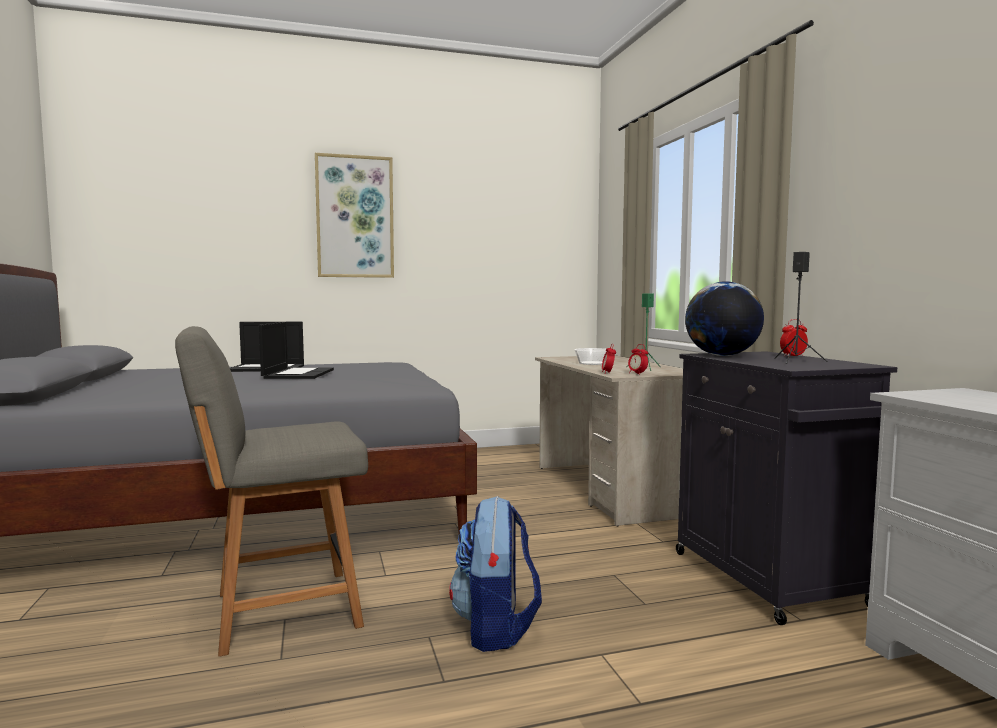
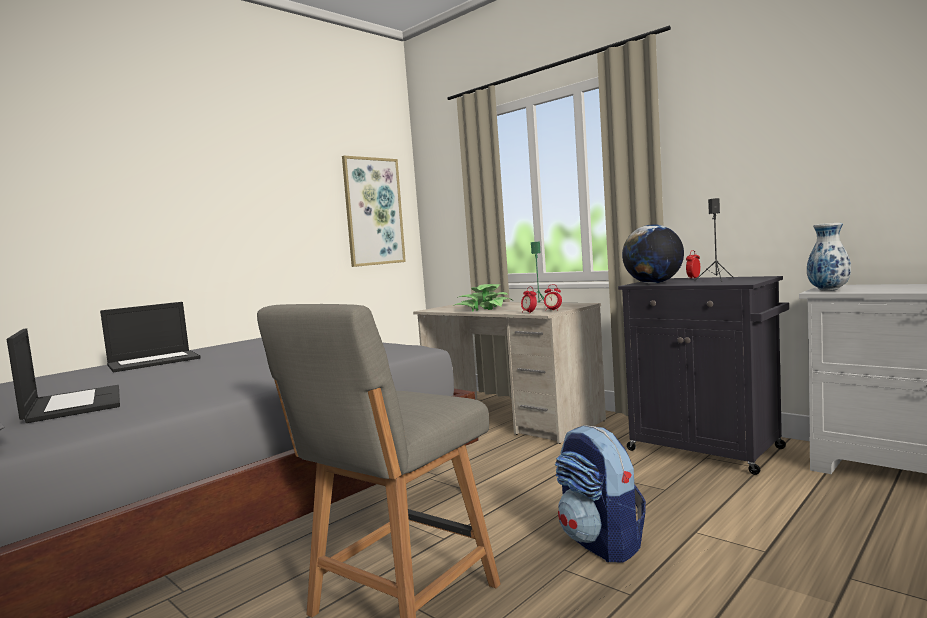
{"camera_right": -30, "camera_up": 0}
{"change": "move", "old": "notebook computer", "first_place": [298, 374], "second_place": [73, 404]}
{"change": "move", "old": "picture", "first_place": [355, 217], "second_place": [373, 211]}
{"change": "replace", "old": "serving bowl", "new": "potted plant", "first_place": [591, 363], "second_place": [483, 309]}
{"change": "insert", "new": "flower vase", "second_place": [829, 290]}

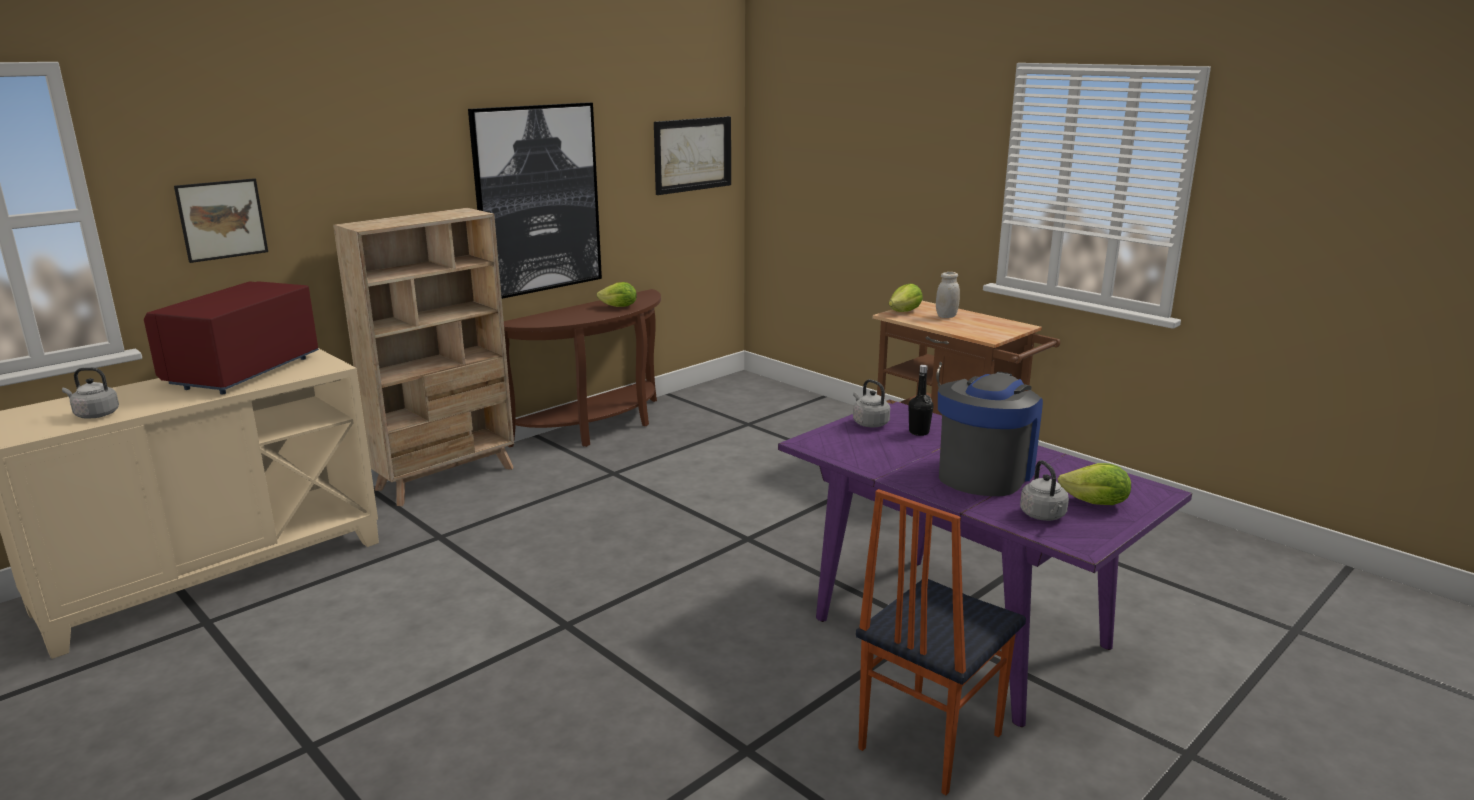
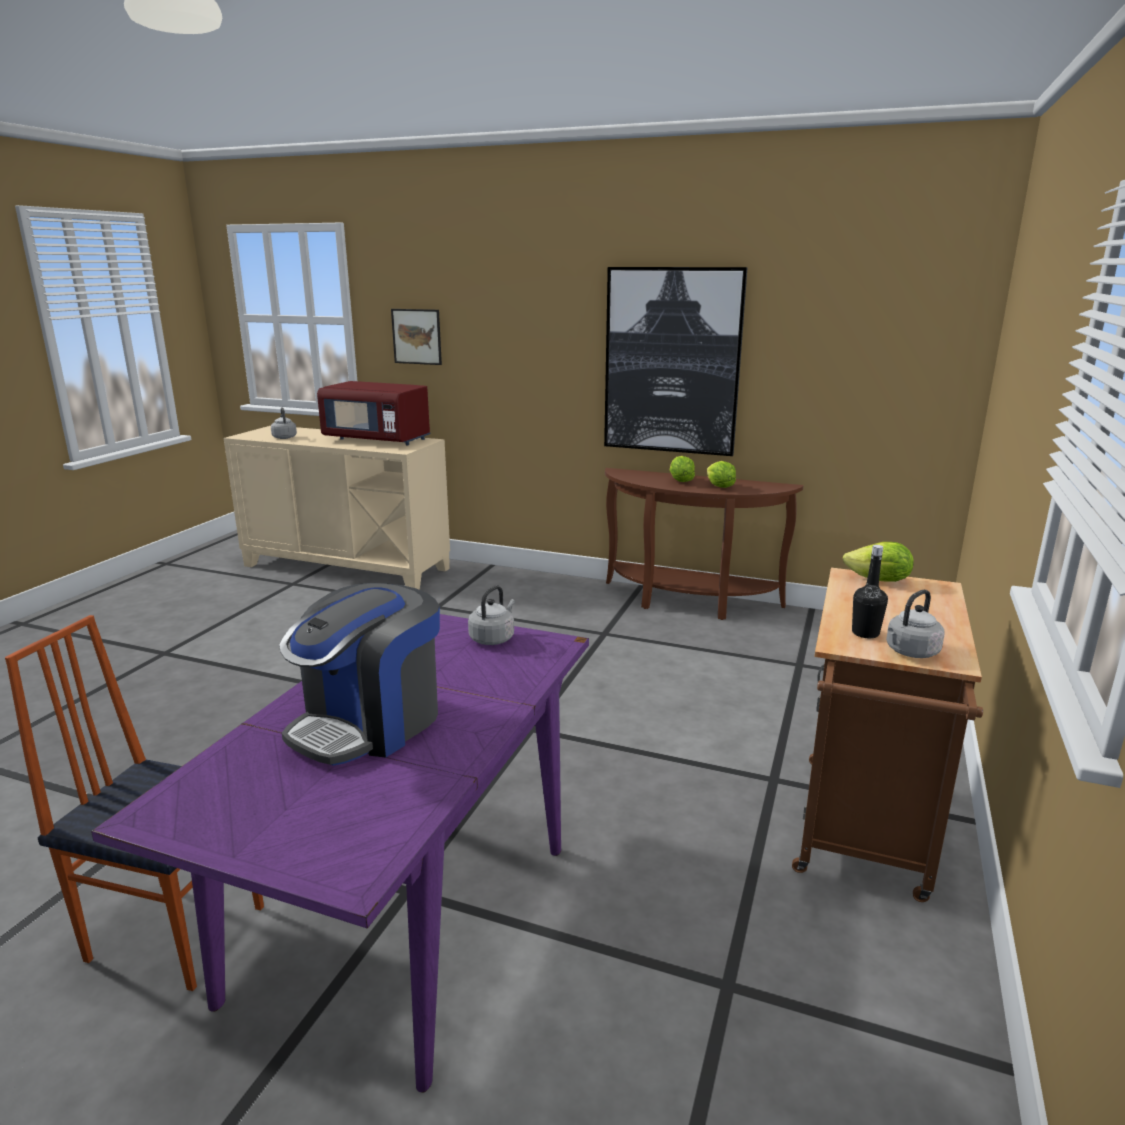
{"camera_right": 65, "camera_up": 0}
{"change": "rotate", "old": "coffee maker", "first_place": [984, 473], "second_place": [369, 723], "degrees": 120}
{"change": "rotate", "old": "reddish kitchen microwave", "first_place": [244, 371], "second_place": [377, 440], "degrees": -150}
{"change": "move", "old": "head of lettuce", "first_place": [1095, 503], "second_place": [680, 481]}
{"change": "move", "old": "black-coloured beverage bottle", "first_place": [919, 432], "second_place": [865, 633]}
{"change": "move", "old": "grey tea kettle", "first_place": [1043, 516], "second_place": [910, 652]}
{"change": "delete", "old": "sand-coloured shelving unit", "first_place": [447, 478]}
{"change": "delete", "old": "picture", "first_place": [692, 154]}
{"change": "delete", "old": "white jar", "first_place": [946, 316]}

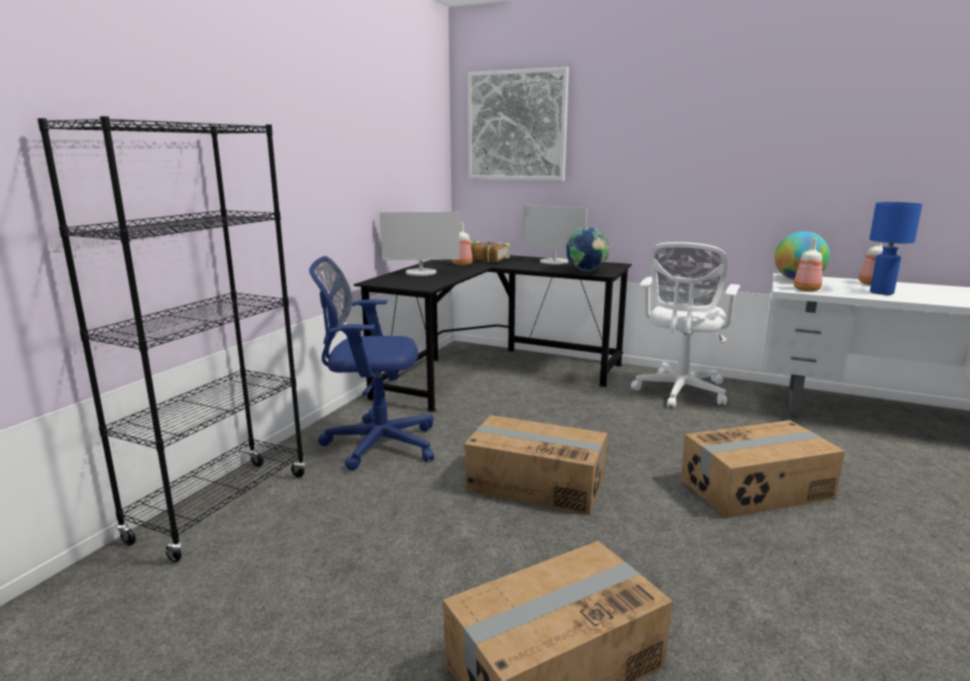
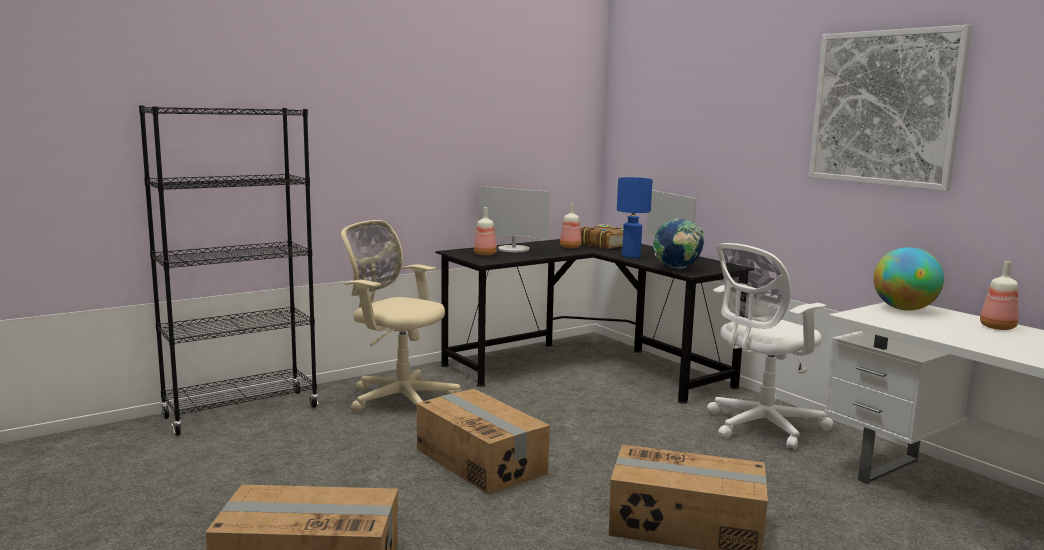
{"camera_right": 30, "camera_up": -5}
{"change": "recolor", "old": "blue-coloured computer chair", "new": "sand-coloured computer chair", "first_place": [375, 444], "second_place": [398, 399]}
{"change": "move", "old": "beverage bottle", "first_place": [806, 289], "second_place": [485, 254]}
{"change": "move", "old": "blue-coloured tabletop lamp", "first_place": [881, 292], "second_place": [631, 256]}
{"change": "move", "old": "picture", "first_place": [516, 126], "second_place": [884, 108]}

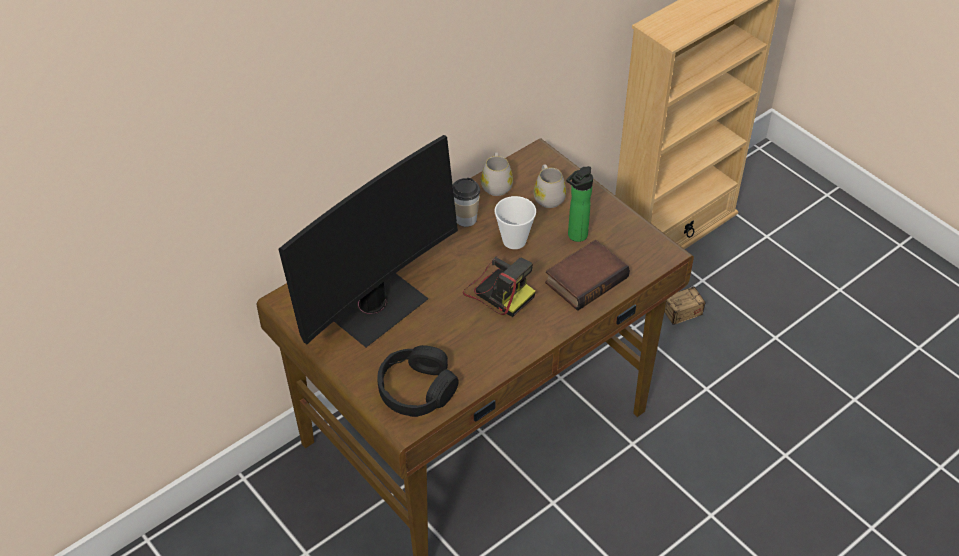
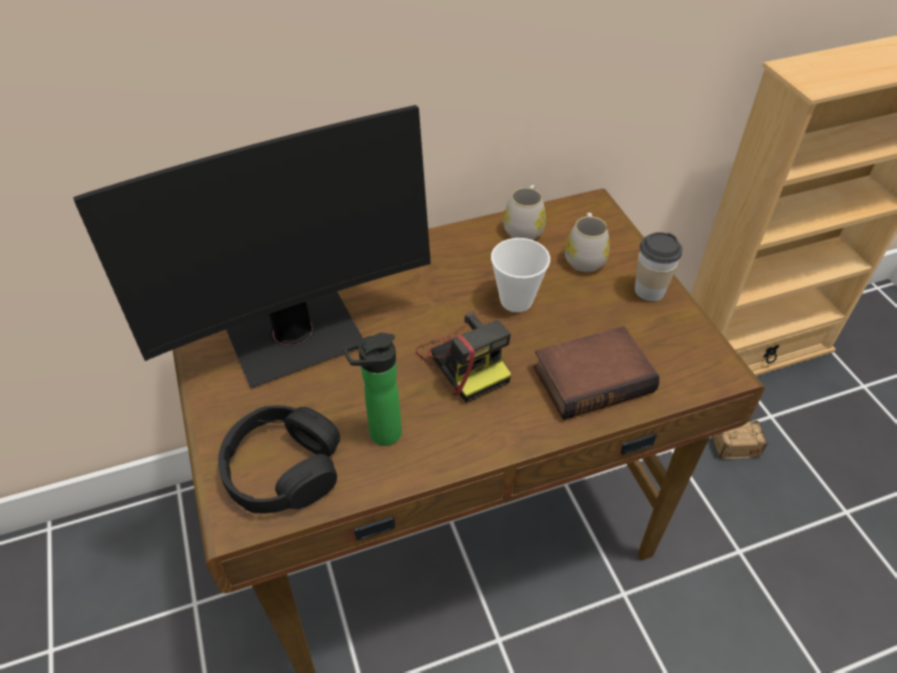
{"camera_right": 20, "camera_up": 0}
{"change": "move", "old": "beverage bottle", "first_place": [575, 236], "second_place": [380, 435]}
{"change": "move", "old": "small cup", "first_place": [465, 219], "second_place": [649, 290]}

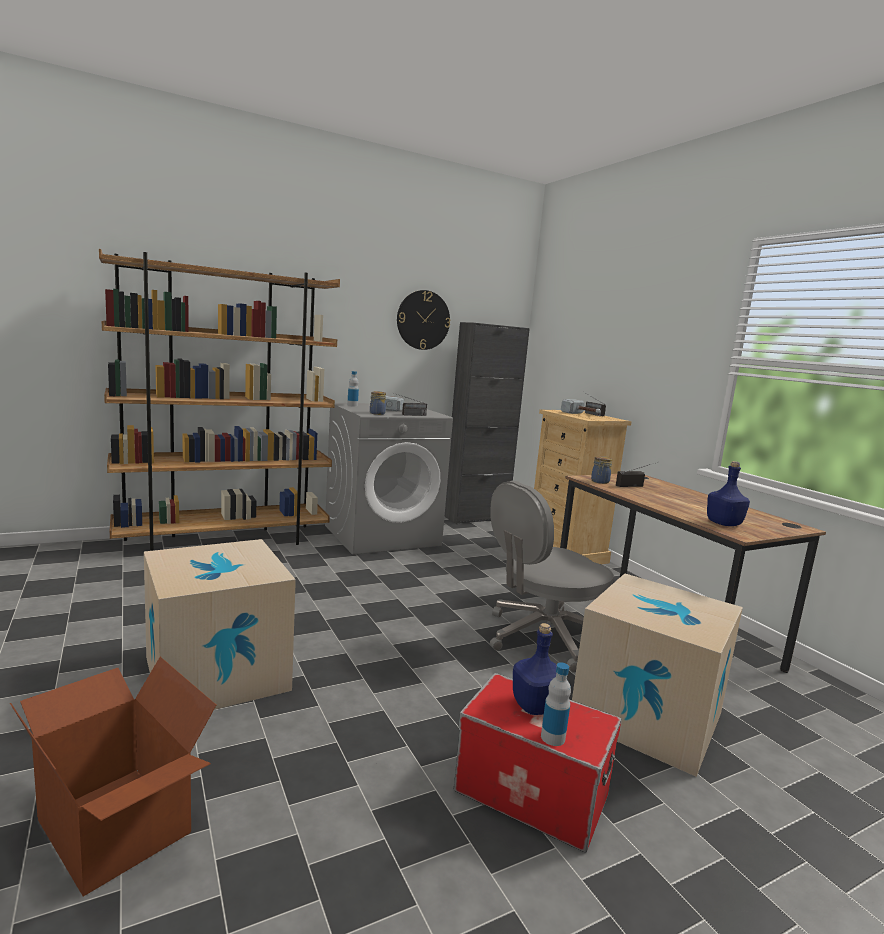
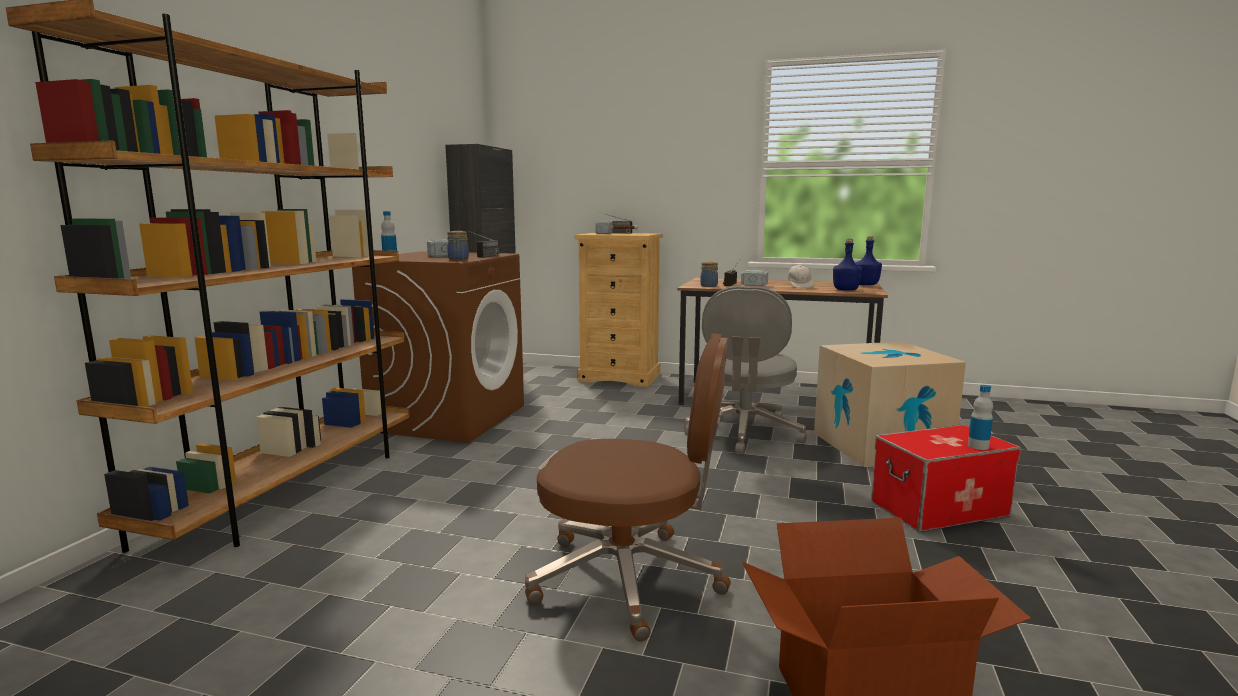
{"camera_right": -45, "camera_up": 0}
{"change": "recolor", "old": "grey laundry machine", "new": "brown laundry machine", "first_place": [382, 535], "second_place": [449, 417]}
{"change": "replace", "old": "cardboard box", "new": "brown computer chair", "first_place": [217, 673], "second_place": [630, 579]}
{"change": "insert", "new": "tool hammer", "second_place": [756, 283]}
{"change": "insert", "new": "white peaked cap", "second_place": [800, 286]}
{"change": "move", "old": "blue-coloured beverage bottle", "first_place": [535, 706], "second_place": [866, 284]}
{"change": "delete", "old": "hanging clock", "first_place": [423, 320]}

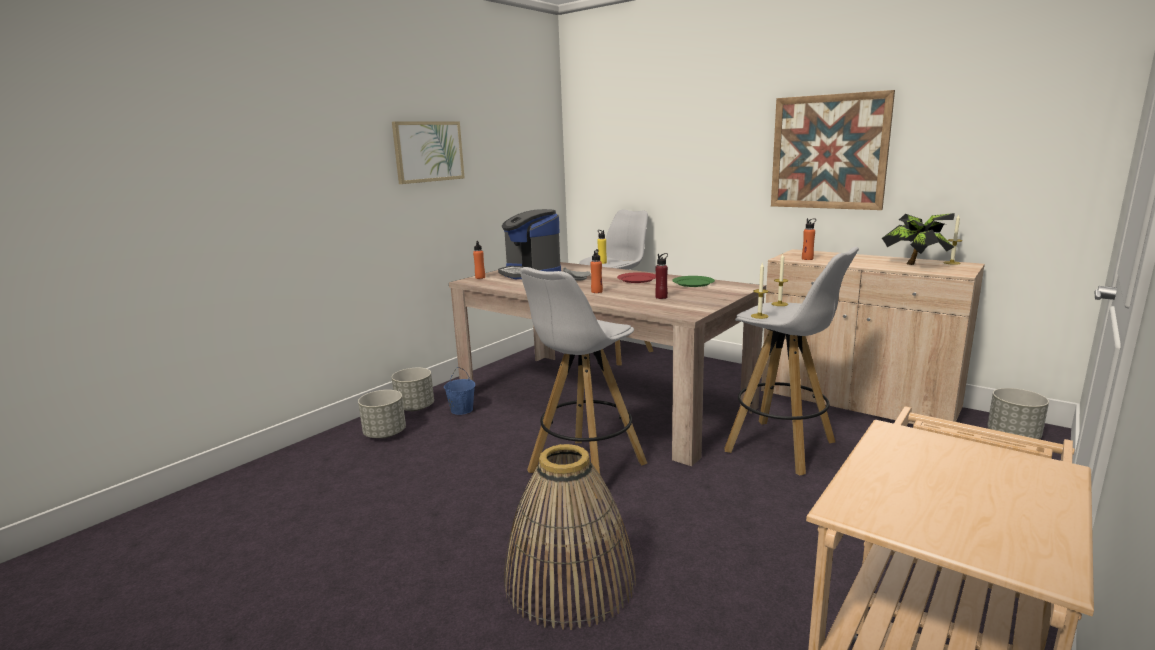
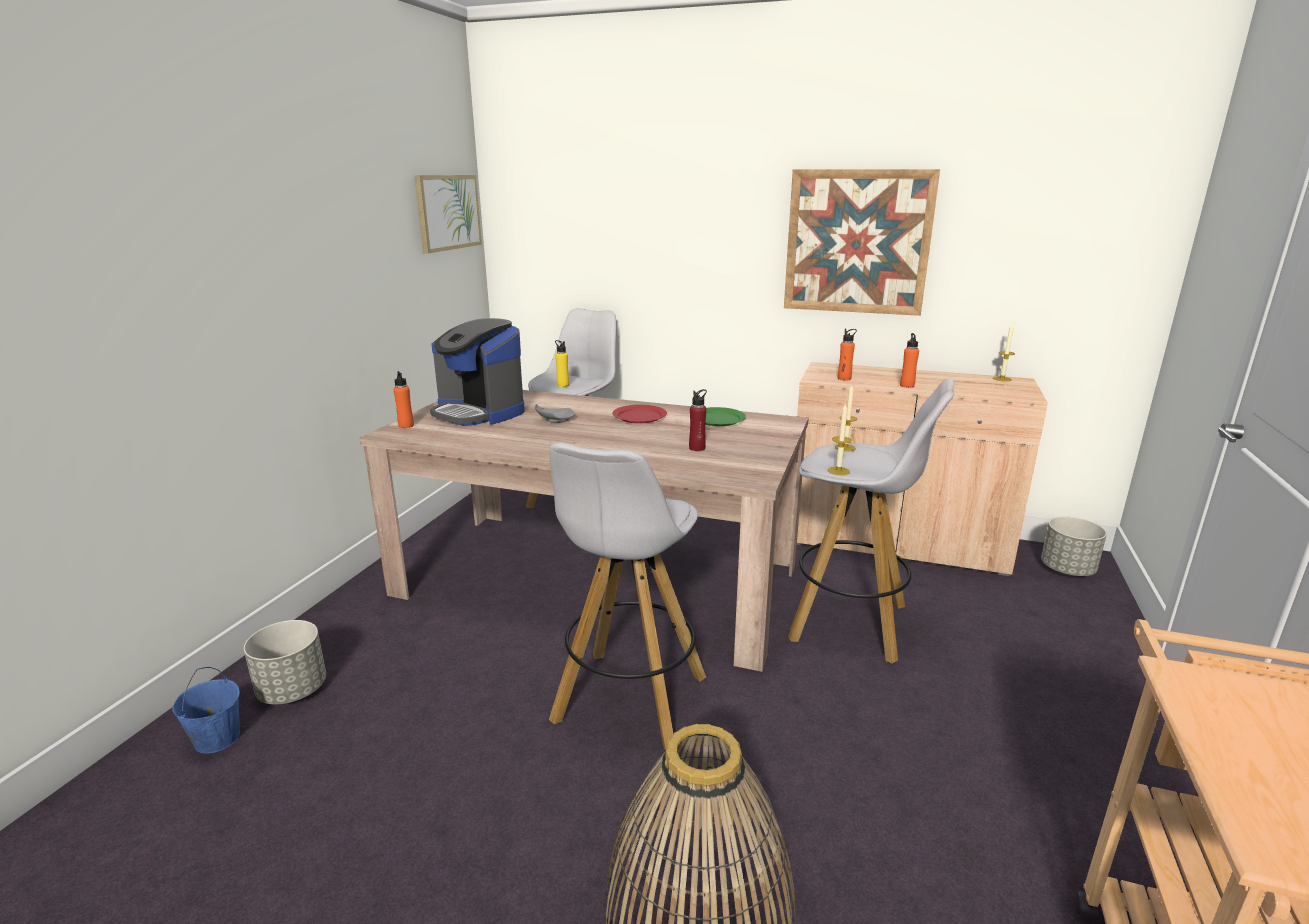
{"camera_right": -20, "camera_up": 5}
{"change": "move", "old": "blue-coloured water bucket", "first_place": [461, 410], "second_place": [216, 739]}
{"change": "move", "old": "picture", "first_place": [428, 151], "second_place": [448, 212]}
{"change": "move", "old": "orange-coloured beverage bottle", "first_place": [597, 291], "second_place": [907, 385]}
{"change": "delete", "old": "grey flower pot", "first_place": [415, 408]}
{"change": "delete", "old": "potted plant", "first_place": [915, 265]}

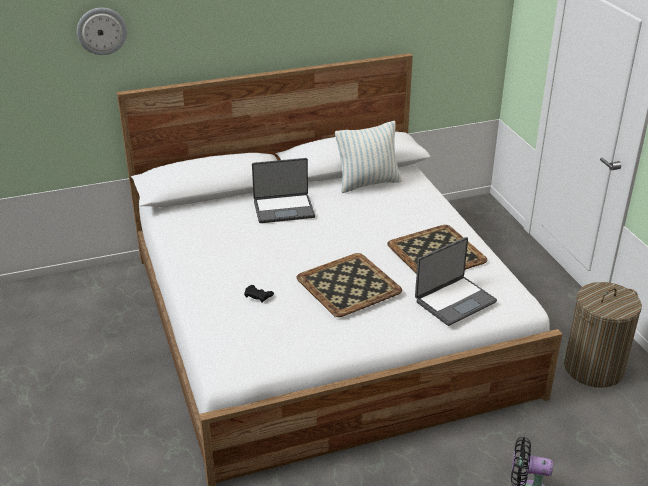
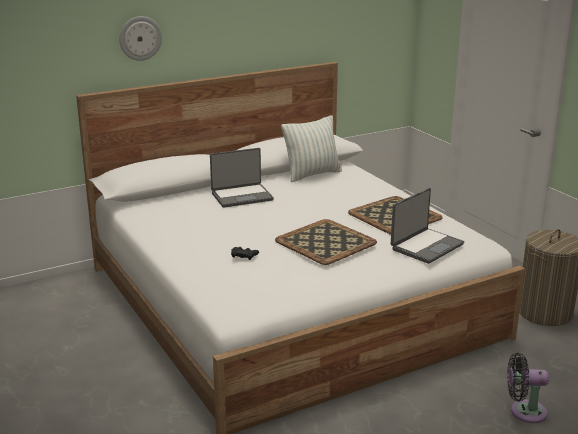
{"camera_right": -10, "camera_up": -10}
{"change": "move", "old": "hanging clock", "first_place": [102, 31], "second_place": [140, 38]}

